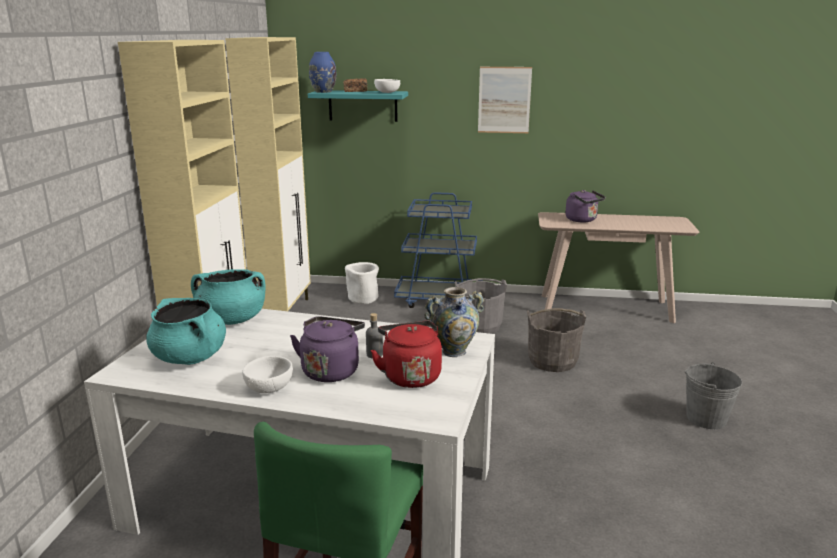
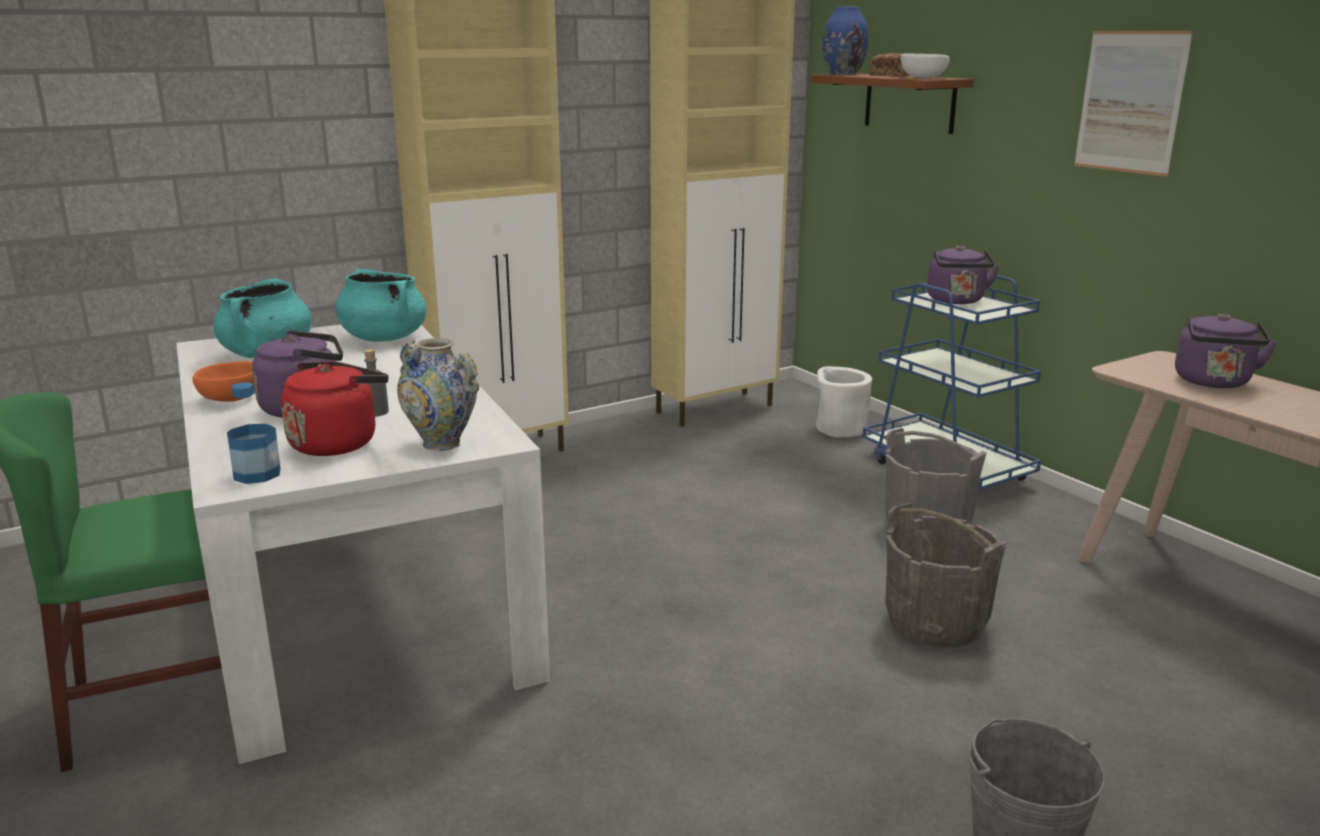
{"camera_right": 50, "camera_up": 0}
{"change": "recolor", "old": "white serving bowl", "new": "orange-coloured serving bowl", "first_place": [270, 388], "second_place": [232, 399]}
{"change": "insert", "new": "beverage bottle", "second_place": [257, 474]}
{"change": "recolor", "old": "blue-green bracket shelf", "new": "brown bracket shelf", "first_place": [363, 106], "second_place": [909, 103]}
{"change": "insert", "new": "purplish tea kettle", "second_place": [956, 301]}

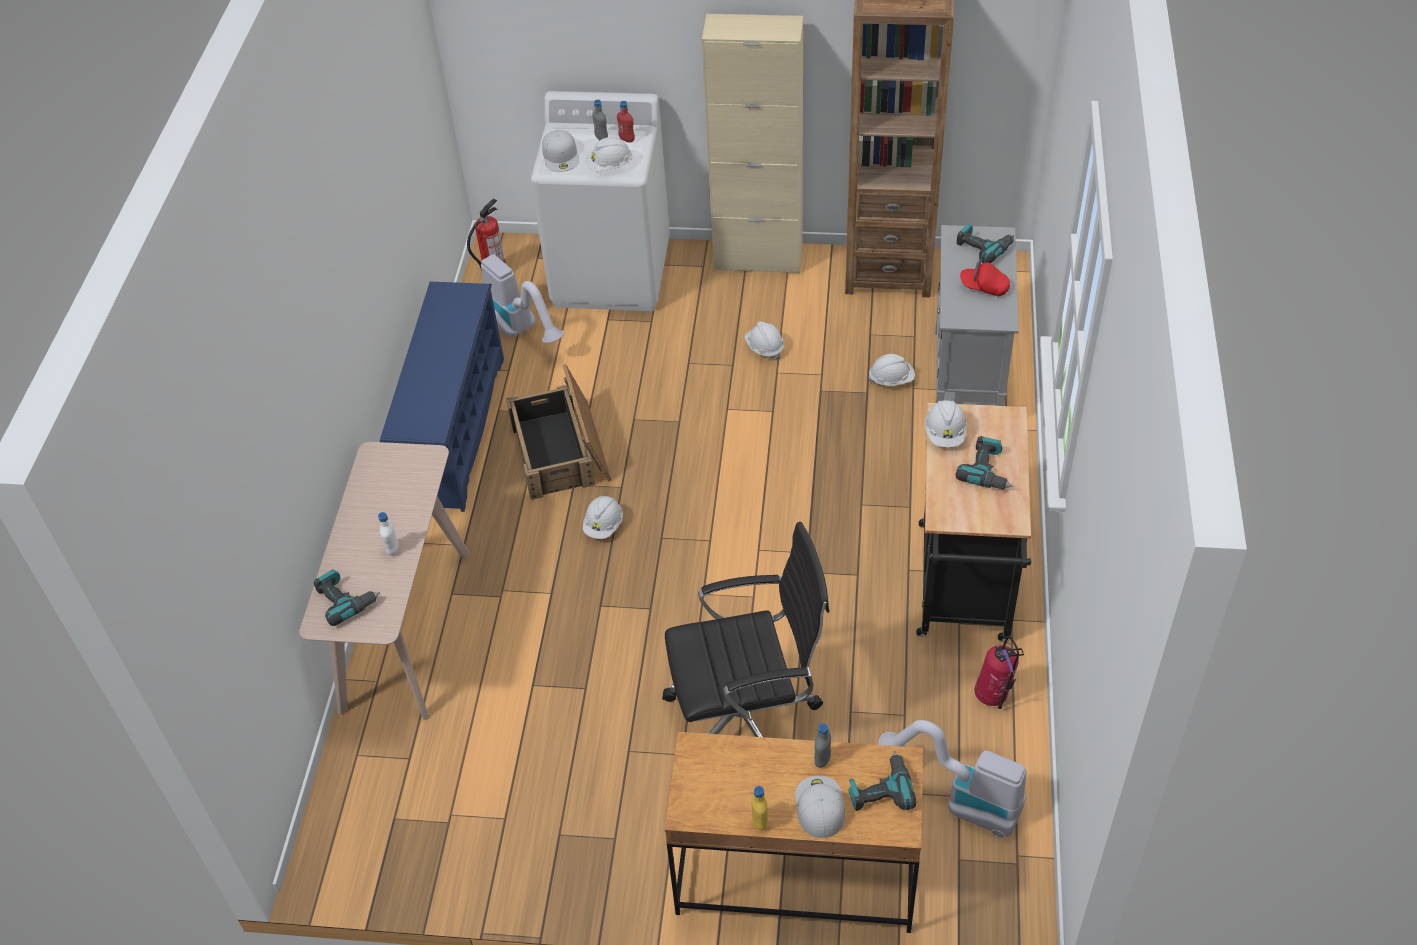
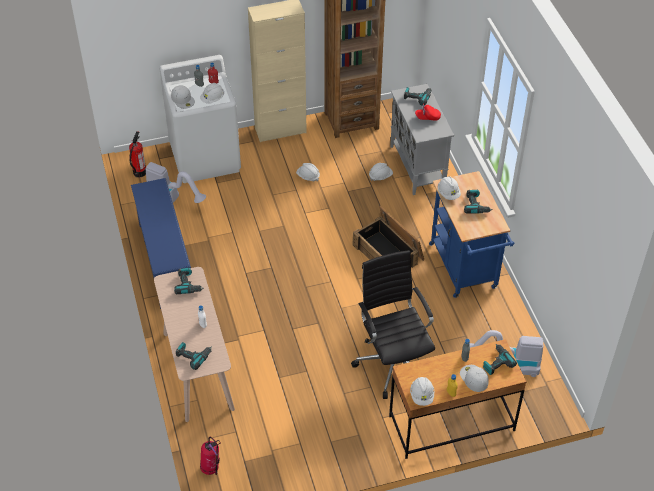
{"camera_right": -25, "camera_up": 0}
{"change": "insert", "new": "power drill", "second_place": [188, 284]}
{"change": "move", "old": "fire extinguisher", "first_place": [994, 697], "second_place": [211, 468]}
{"change": "rotate", "old": "black-coloured computer chair", "first_place": [747, 721], "second_place": [393, 361], "degrees": -75}
{"change": "move", "old": "shipping crate", "first_place": [562, 451], "second_place": [389, 252]}
{"change": "move", "old": "white hard hat", "first_place": [604, 525], "second_place": [422, 395]}
{"change": "recolor", "old": "black-coloured cart", "new": "blue-coloured cart", "first_place": [964, 590], "second_place": [465, 270]}

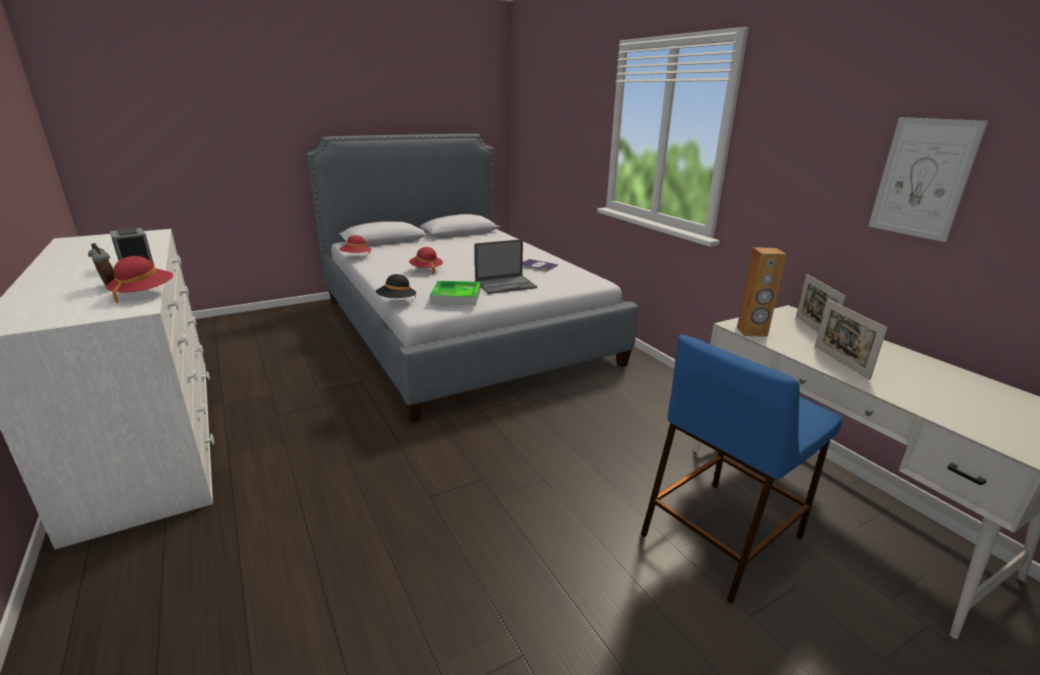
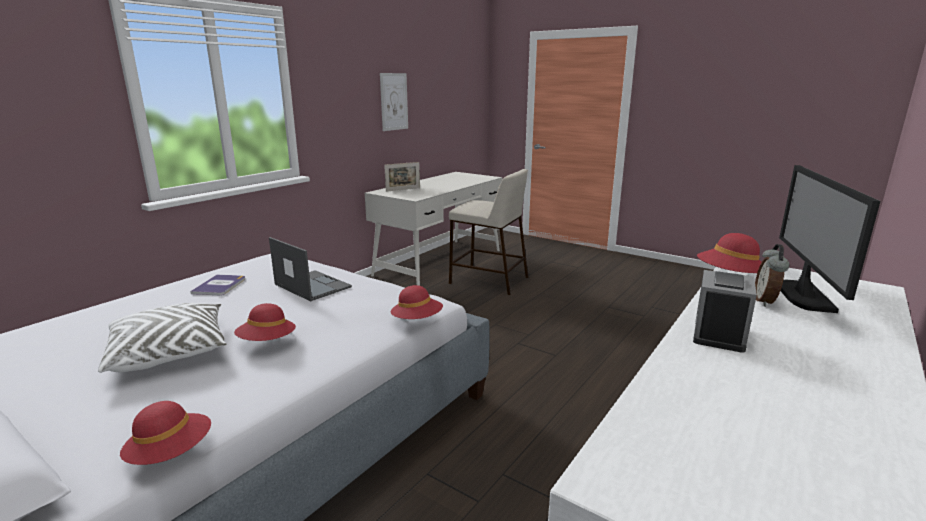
{"camera_right": -115, "camera_up": -5}
{"change": "insert", "new": "white pillow", "second_place": [170, 352]}
{"change": "recolor", "old": "black-coloured hat", "new": "reddish hat", "first_place": [396, 301], "second_place": [417, 320]}
{"change": "recolor", "old": "blue-coloured sitting stool", "new": "sand-coloured sitting stool", "first_place": [722, 534], "second_place": [488, 280]}
{"change": "insert", "new": "computer screen", "second_place": [803, 296]}
{"change": "delete", "old": "serving tray", "first_place": [456, 296]}
{"change": "delete", "old": "brown audio speaker", "first_place": [752, 332]}
{"change": "delete", "old": "standing frame", "first_place": [840, 362]}

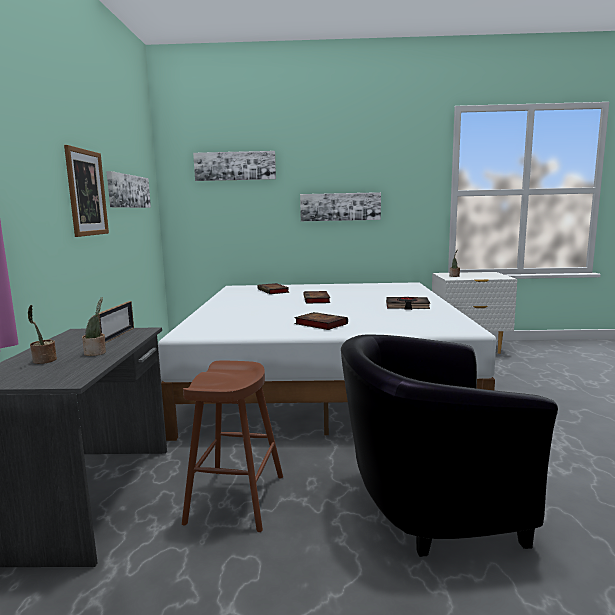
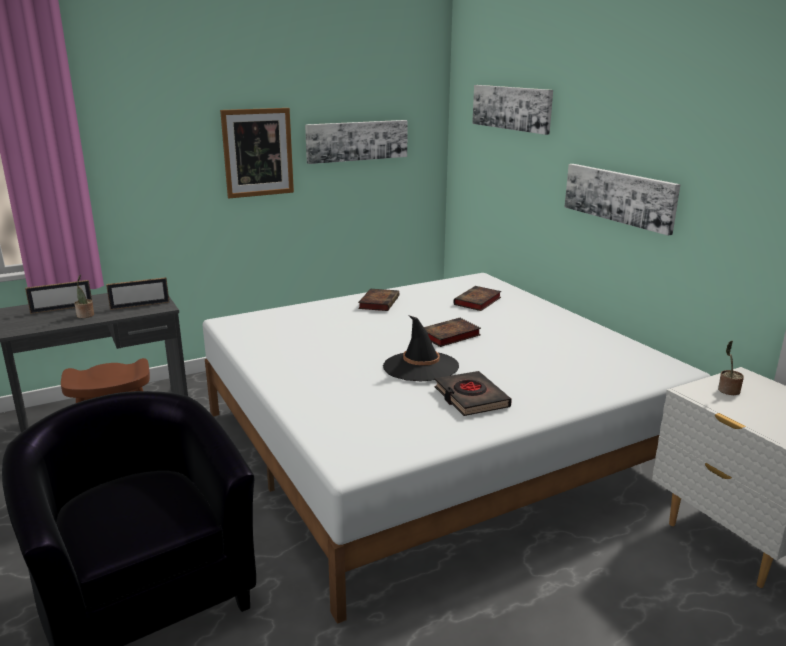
{"camera_right": 60, "camera_up": 10}
{"change": "replace", "old": "potted plant", "new": "standing frame", "first_place": [43, 361], "second_place": [62, 309]}
{"change": "move", "old": "bound book", "first_place": [319, 324], "second_place": [379, 302]}
{"change": "insert", "new": "black-coloured hat", "second_place": [420, 367]}

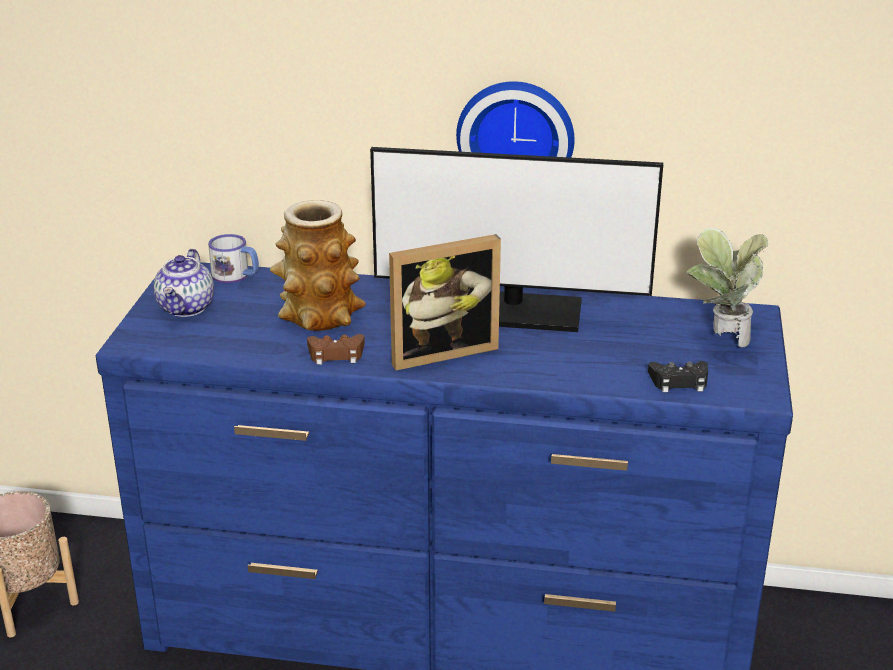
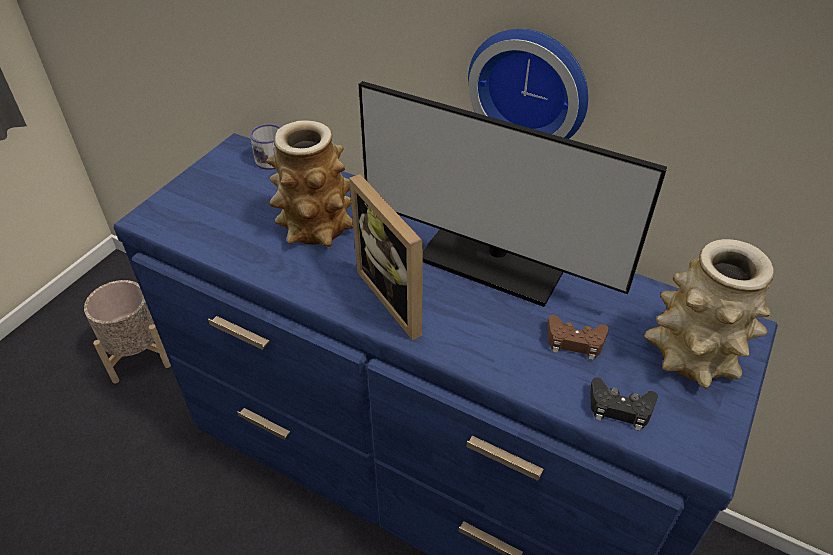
{"camera_right": 20, "camera_up": 15}
{"change": "rotate", "old": "standing frame", "first_place": [440, 350], "second_place": [399, 297], "degrees": 60}
{"change": "move", "old": "brown game controller", "first_place": [336, 354], "second_place": [575, 341]}
{"change": "replace", "old": "potted plant", "new": "flower vase", "first_place": [721, 338], "second_place": [692, 355]}
{"change": "delete", "old": "pot for tea", "first_place": [186, 308]}

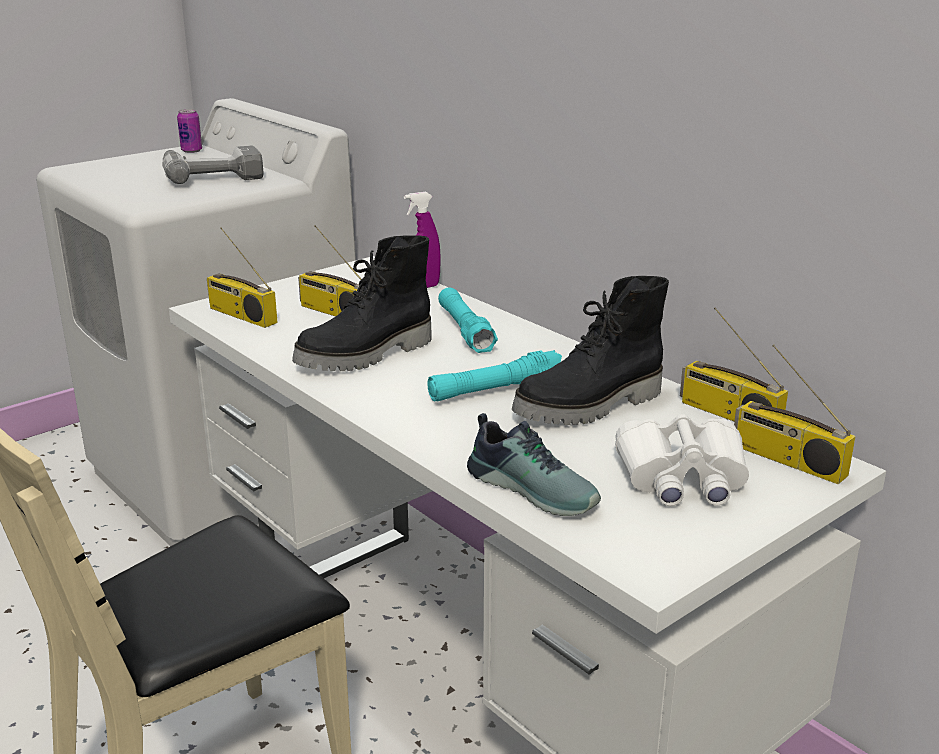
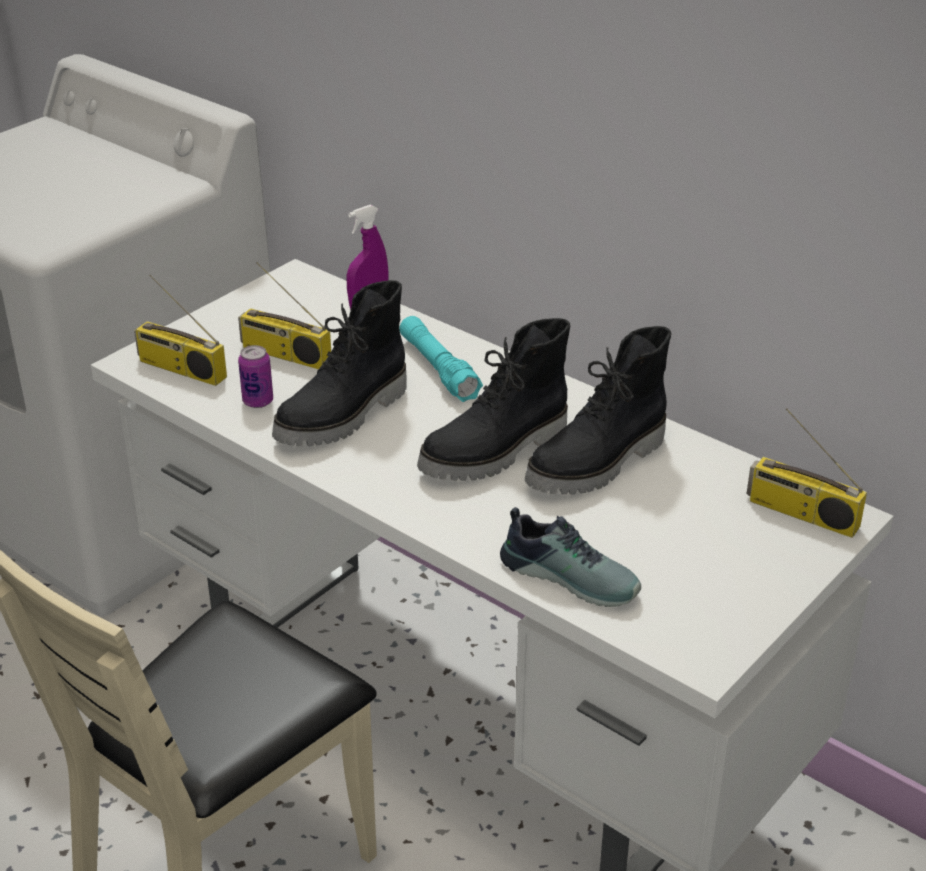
{"camera_right": -10, "camera_up": 10}
{"change": "move", "old": "sealed can", "first_place": [191, 151], "second_place": [258, 401]}
{"change": "replace", "old": "blue-green torch", "new": "black-coloured tall boot", "first_place": [495, 391], "second_place": [496, 453]}
{"change": "delete", "old": "power drill", "first_place": [211, 174]}
{"change": "delete", "old": "white field glasses", "first_place": [682, 478]}
{"change": "delete", "old": "radio set", "first_place": [727, 415]}

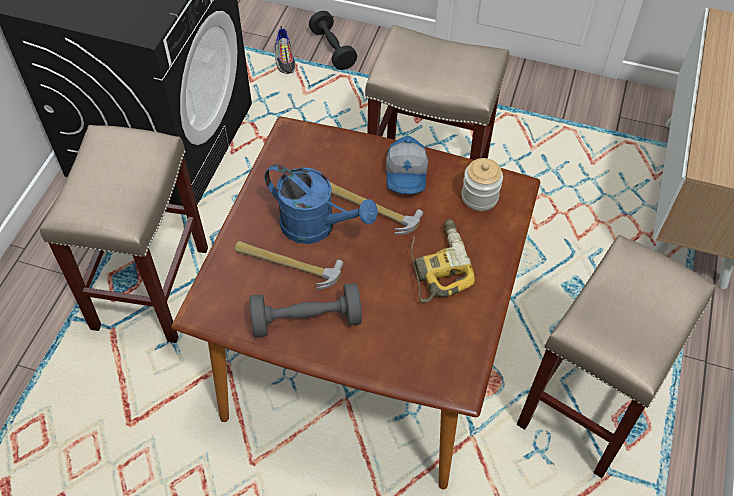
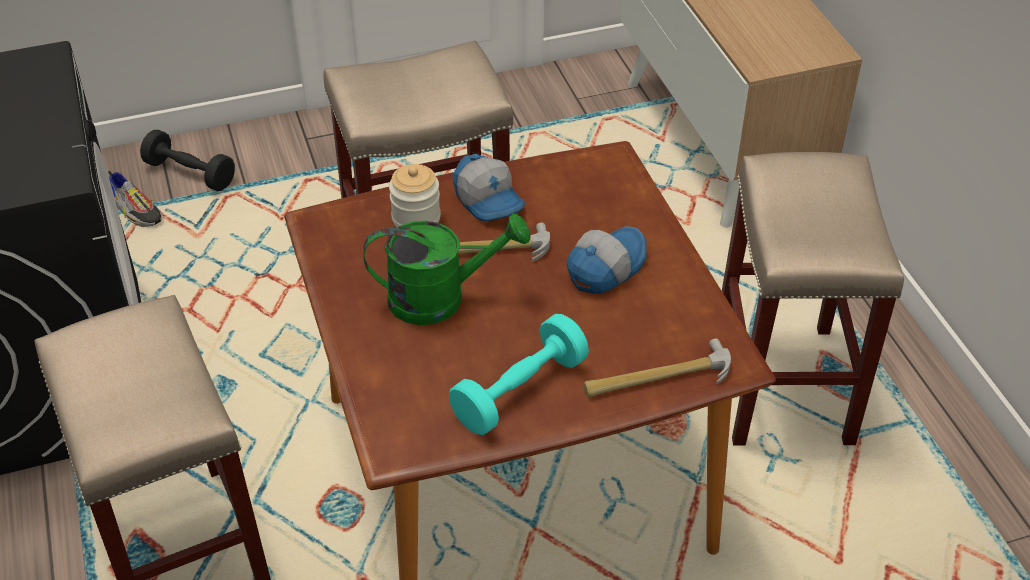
{"camera_right": -35, "camera_up": -10}
{"change": "recolor", "old": "blue-coloured watering can", "new": "green-coloured watering can", "first_place": [317, 227], "second_place": [440, 297]}
{"change": "move", "old": "jar", "first_place": [479, 197], "second_place": [416, 219]}
{"change": "recolor", "old": "grey free weight", "new": "blue-green free weight", "first_place": [306, 320], "second_place": [519, 391]}
{"change": "replace", "old": "power drill", "new": "peaked cap", "first_place": [437, 265], "second_place": [605, 267]}
{"change": "move", "old": "tool hammer", "first_place": [287, 264], "second_place": [657, 377]}

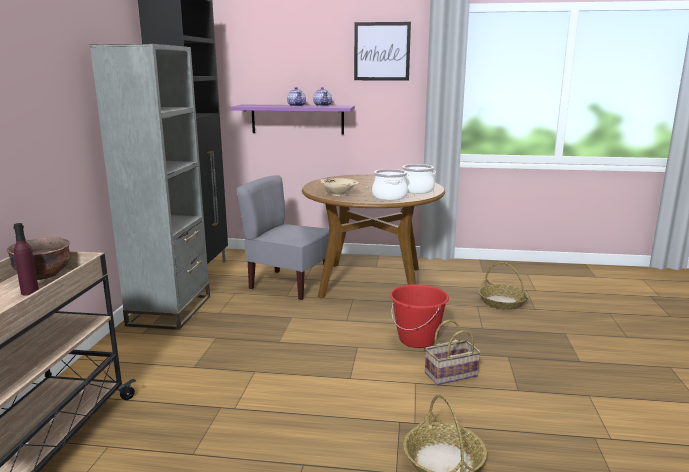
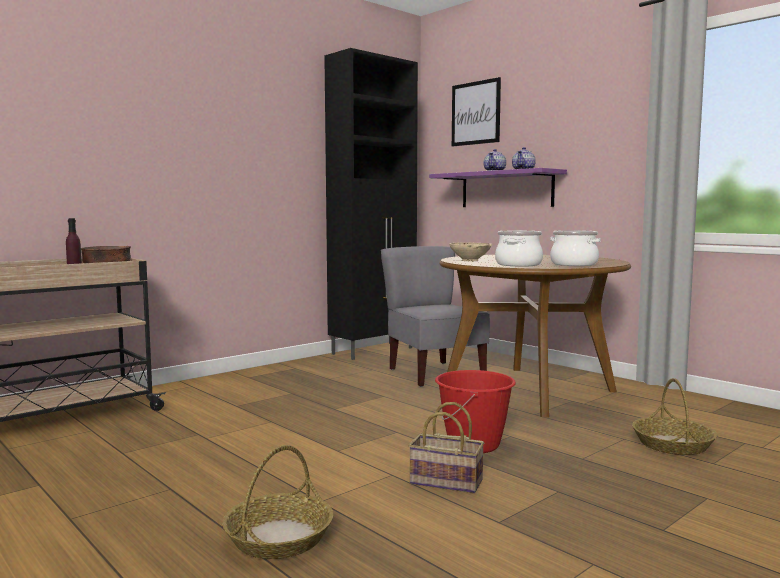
{"camera_right": 40, "camera_up": -10}
{"change": "move", "old": "picture", "first_place": [382, 51], "second_place": [475, 113]}
{"change": "delete", "old": "grey shelving unit", "first_place": [170, 310]}

